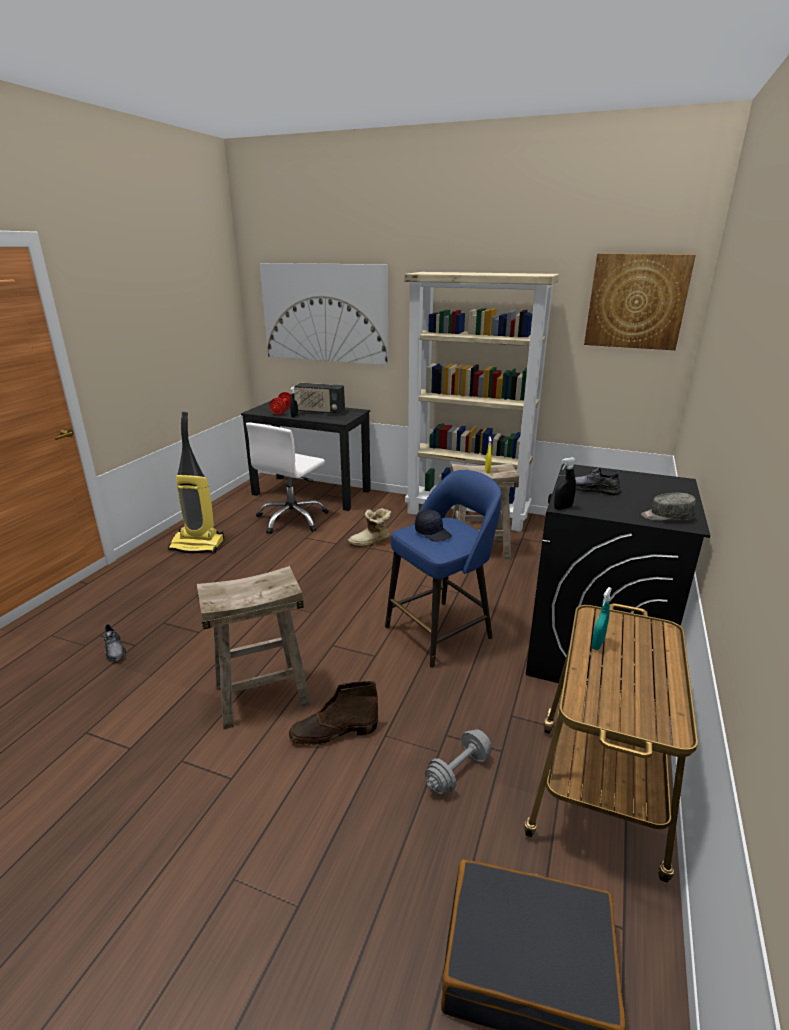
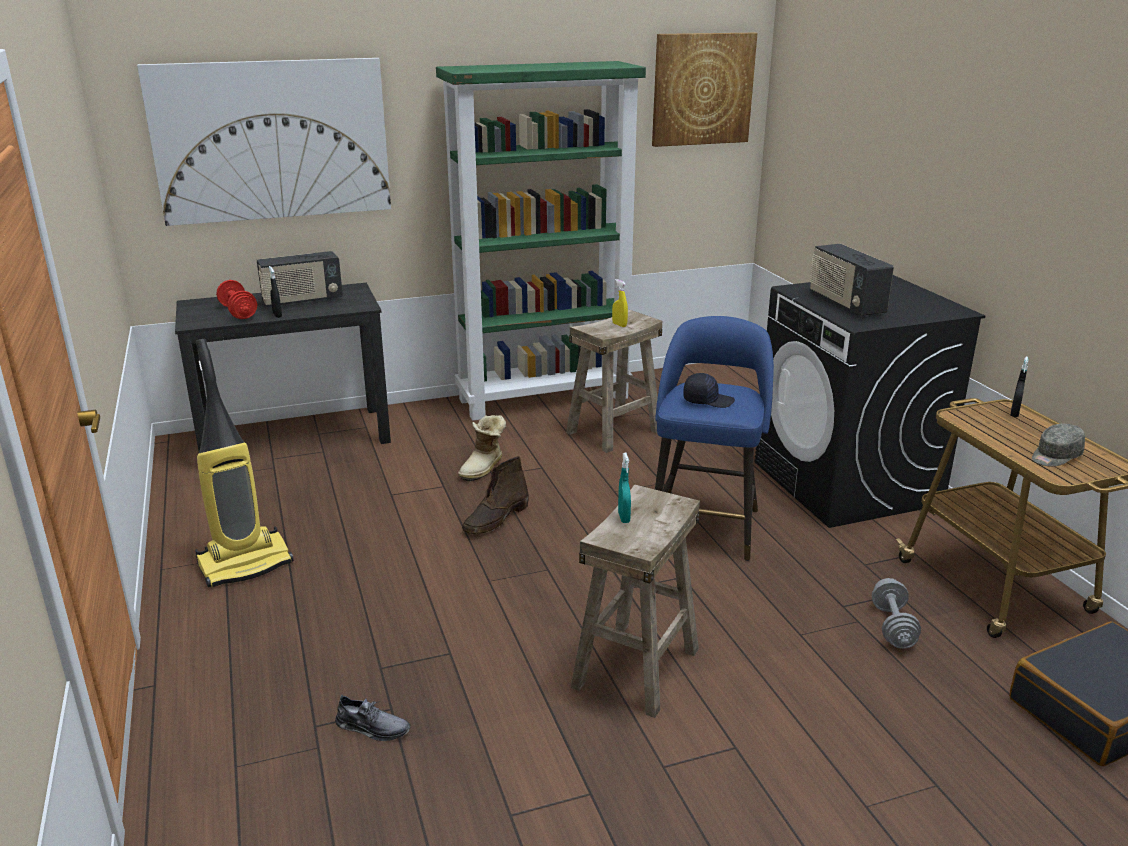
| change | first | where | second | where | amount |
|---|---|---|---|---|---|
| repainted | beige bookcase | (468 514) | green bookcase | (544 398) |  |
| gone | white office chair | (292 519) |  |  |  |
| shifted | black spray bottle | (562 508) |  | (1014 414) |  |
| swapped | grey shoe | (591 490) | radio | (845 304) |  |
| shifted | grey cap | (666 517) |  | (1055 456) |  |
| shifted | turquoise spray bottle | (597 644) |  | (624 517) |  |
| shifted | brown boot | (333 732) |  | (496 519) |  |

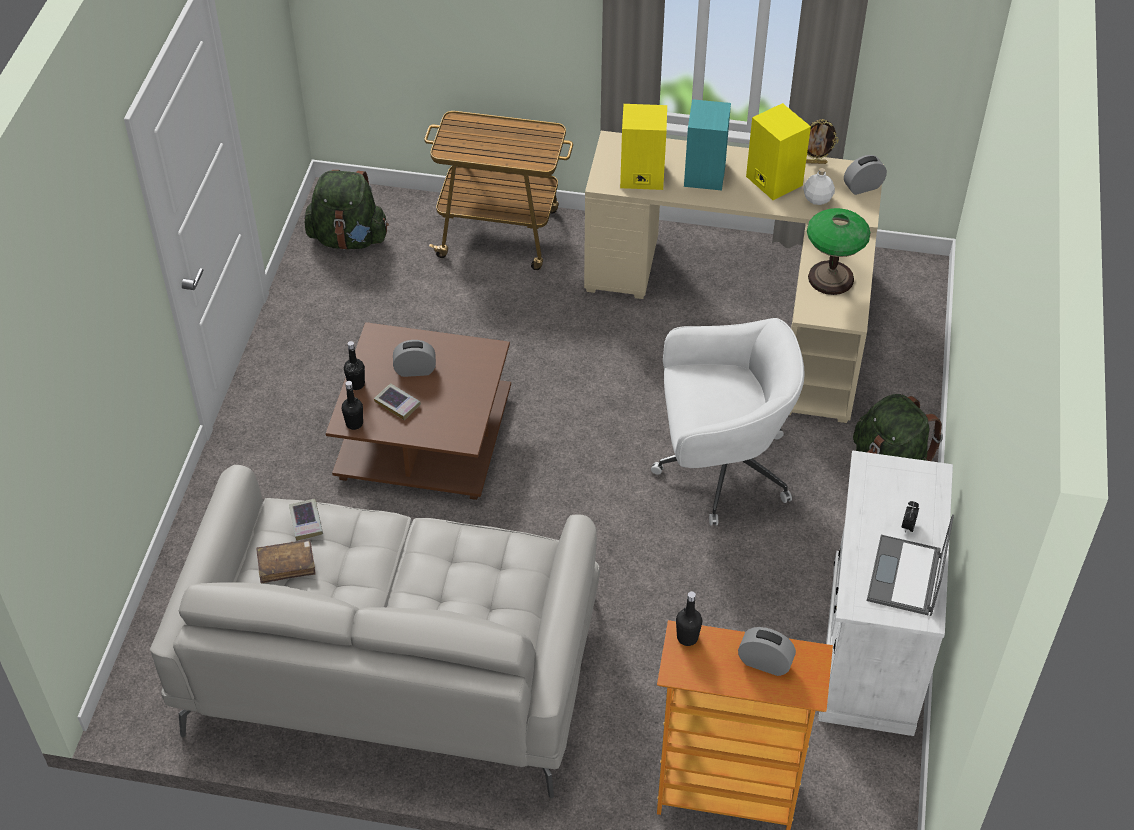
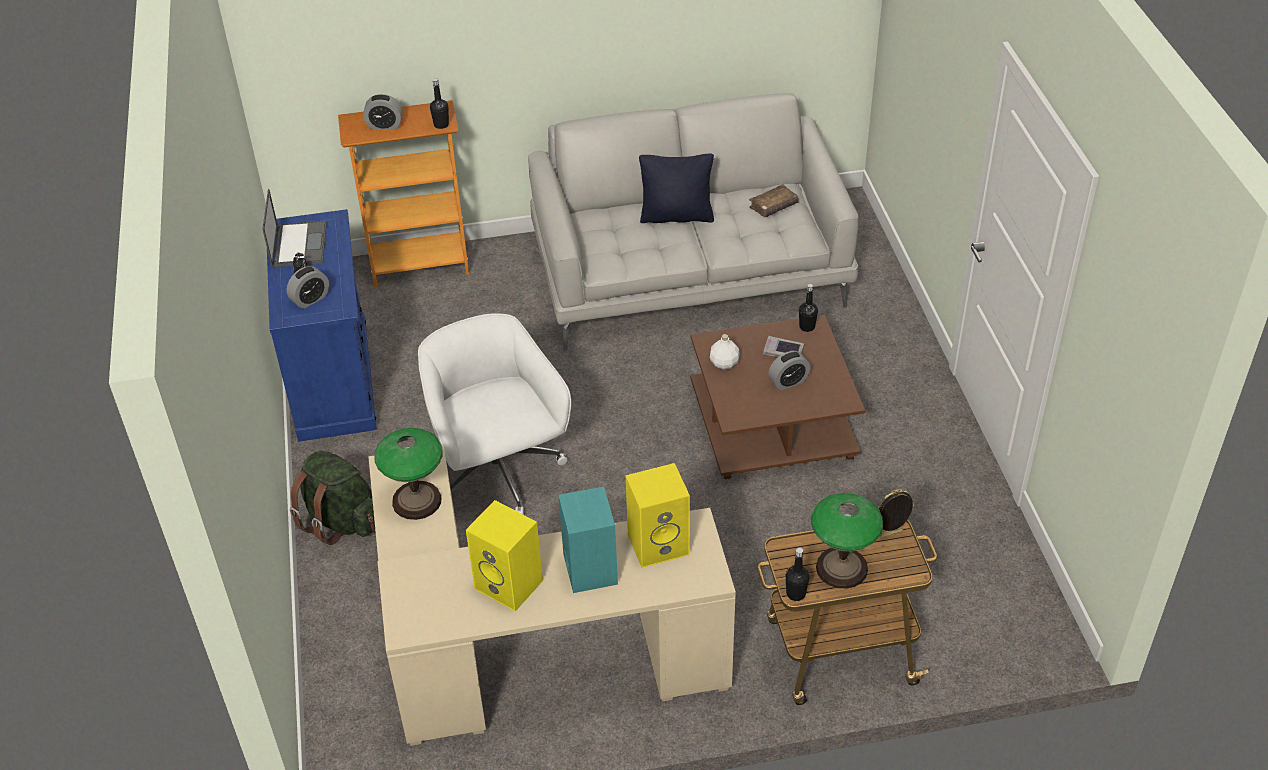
| change | first | where | second | where | amount |
|---|---|---|---|---|---|
| shifted | picture frame | (816 162) |  | (891 534) |  |
| shifted | alarm clock | (863 187) |  | (310 299) |  |
| shifted | white bottle | (818 199) |  | (723 363) |  |
| gone | green backpack | (349 238) |  |  |  |
| rotated | white office chair | (720 469) |  | (498 474) | 90 degrees clockwise |
| shifted | black bottle | (356 384) |  | (796 594) |  |
| repainted | white cabinet | (871 645) | blue cabinet | (334 379) |  |
| gone | book | (306 522) |  |  |  |
| new |  |  | black pillow | (676 216) |  |
| new |  |  | table lamp | (841 568) |  |

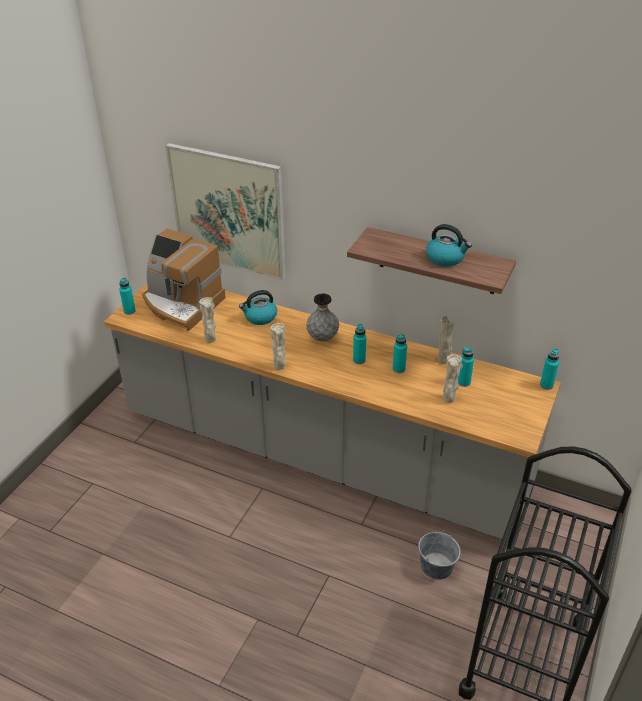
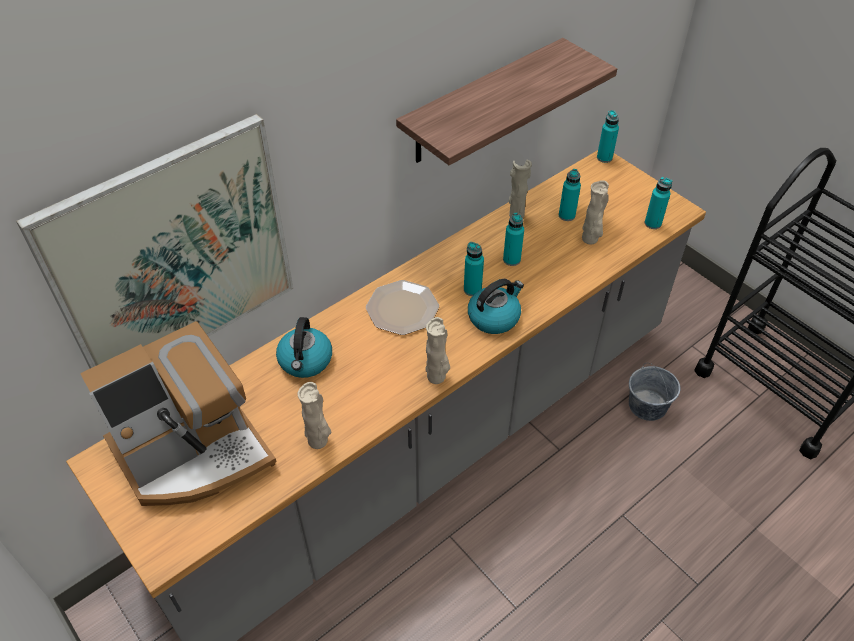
| change | first | where | second | where | amount |
|---|---|---|---|---|---|
| shifted | kettle | (446 258) |  | (494 317) |  |
| shifted | turquoise bottle | (129 311) |  | (653 223) |  |
| swapped | grey vase | (322 338) | plate | (403 309) |  |

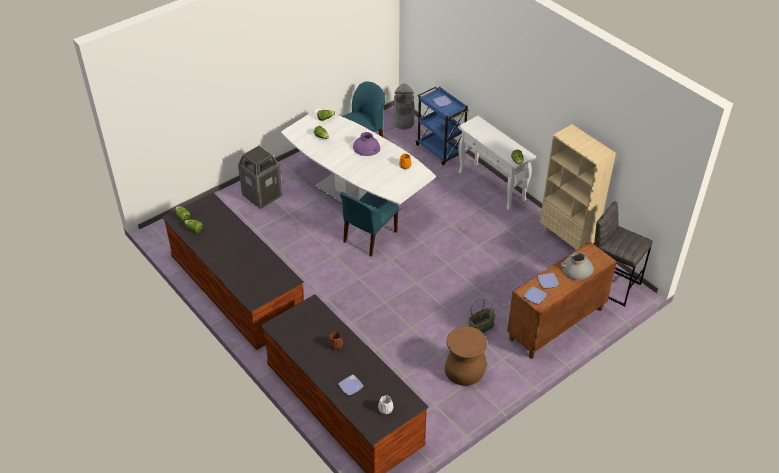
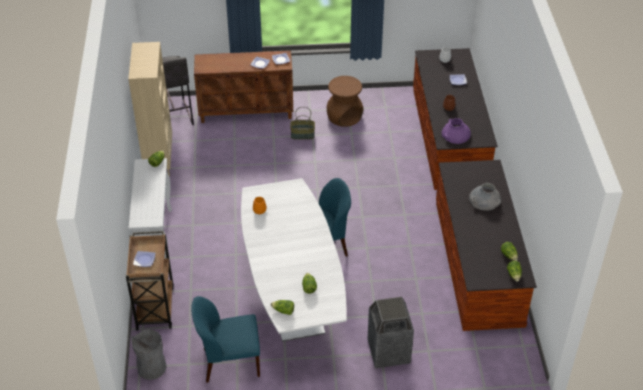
| change | first | where | second | where | amount |
|---|---|---|---|---|---|
| repainted | blue cart | (440 150) | brown cart | (155 307) |  |
| shifted | purple vase | (366 148) |  | (455 134) |  |
| shifted | grey vase | (576 269) |  | (485 200) |  |

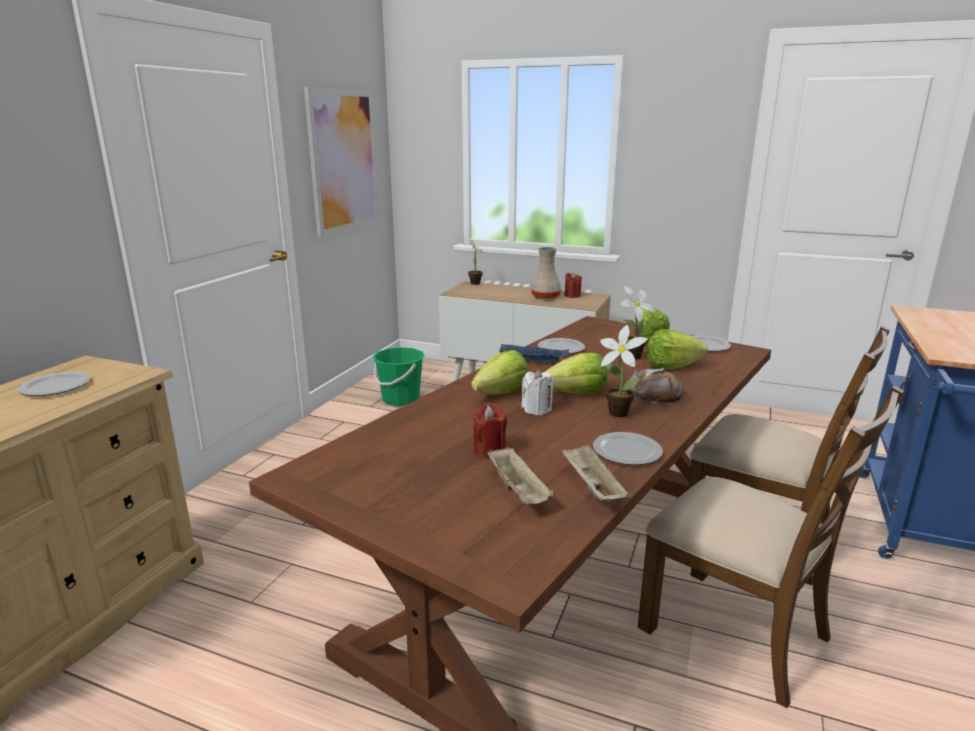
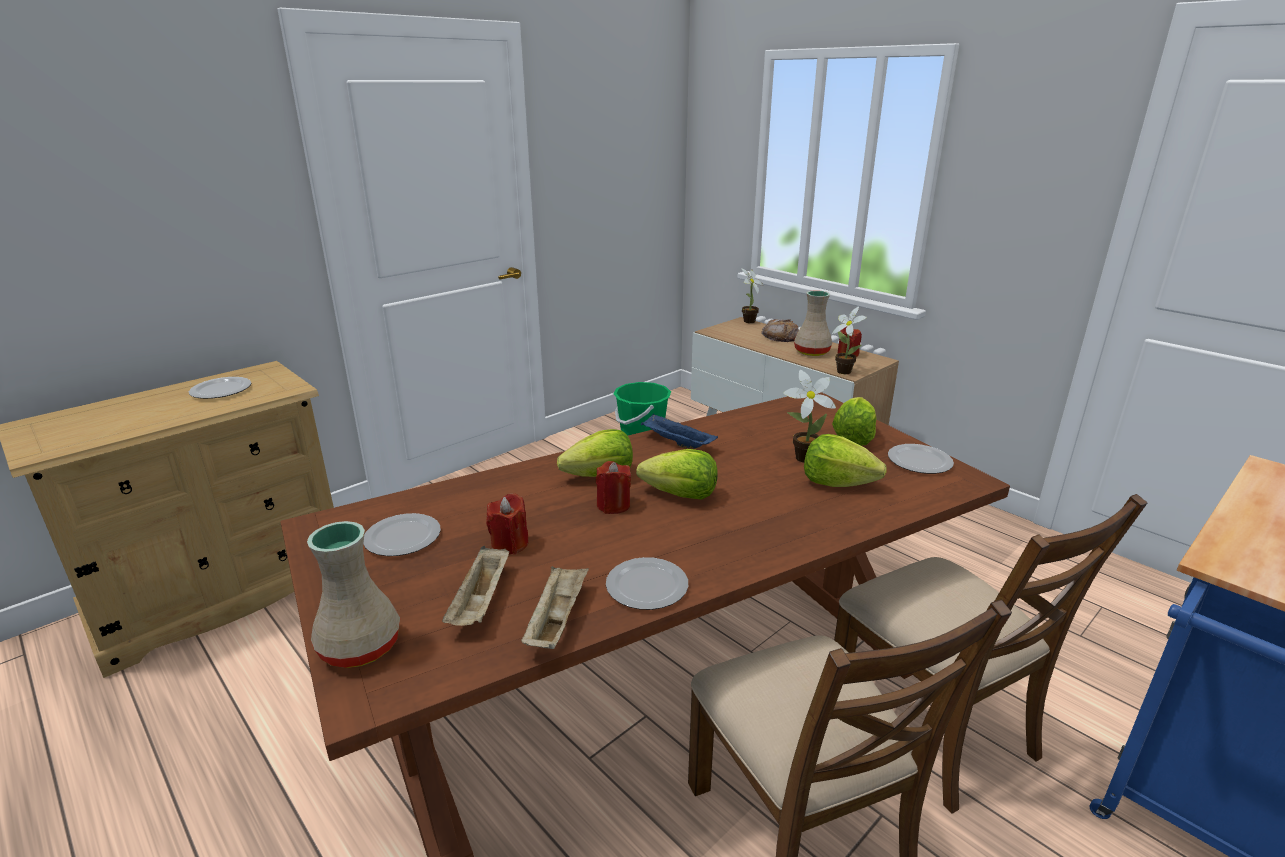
| change | first | where | second | where | amount |
|---|---|---|---|---|---|
| gone | picture | (343 161) |  |  |  |
| shifted | potted plant | (616 412) |  | (843 371) |  |
| shifted | plate | (562 348) |  | (403 538) |  |
| shifted | bread | (654 393) |  | (781 336) |  |
| repainted | white candle | (537 409) | red candle | (613 505) |  |
| new |  |  | beige vase | (362 647) |  |

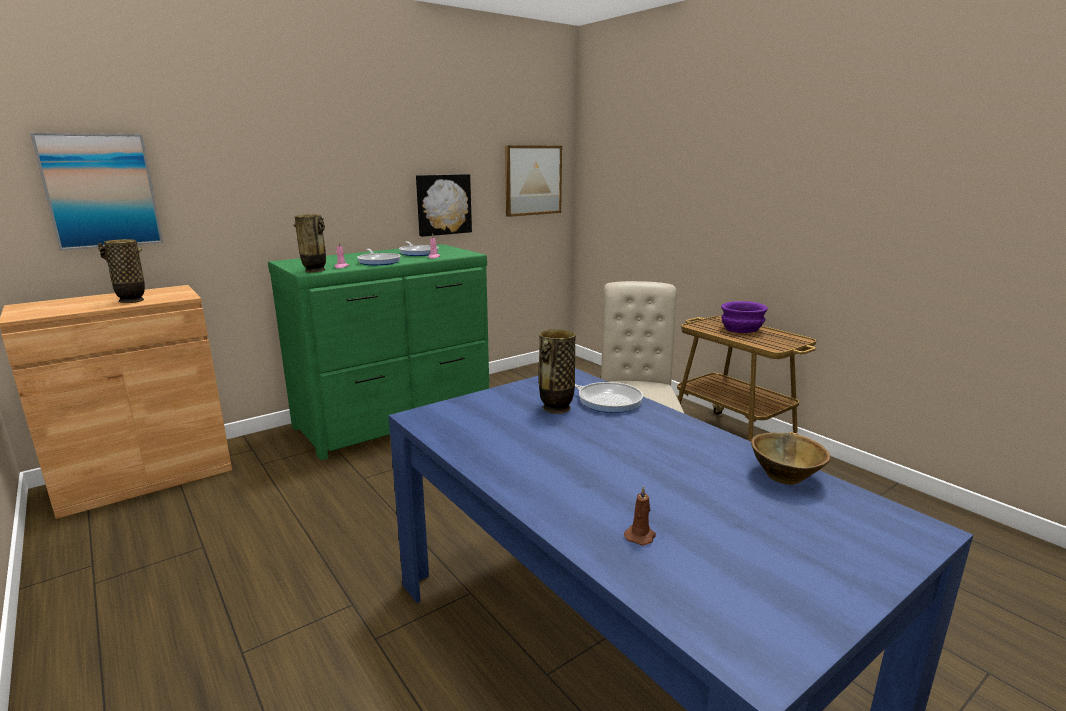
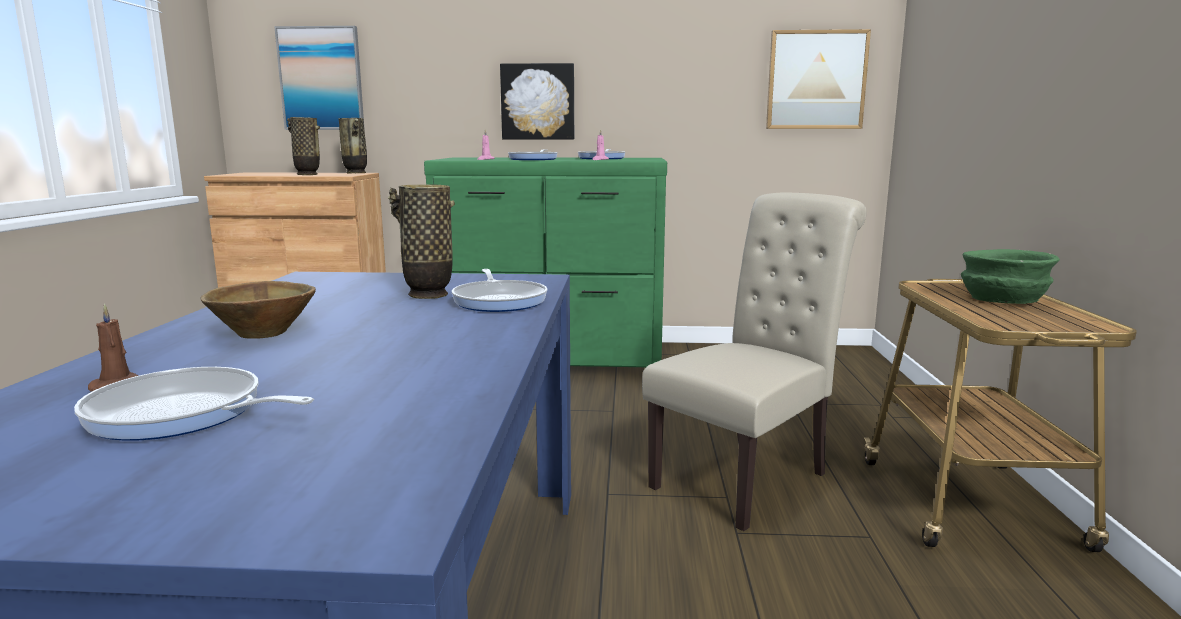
| change | first | where | second | where | amount |
|---|---|---|---|---|---|
| shifted | picture | (443 204) |  | (538 102) |  |
| shifted | vase | (315 271) |  | (355 173) |  |
| repainted | purple bowl | (741 330) | green bowl | (1002 300) |  |
| shifted | brown bowl | (785 477) |  | (263 334) |  |
| new |  |  | frying pan | (182 414) |  |

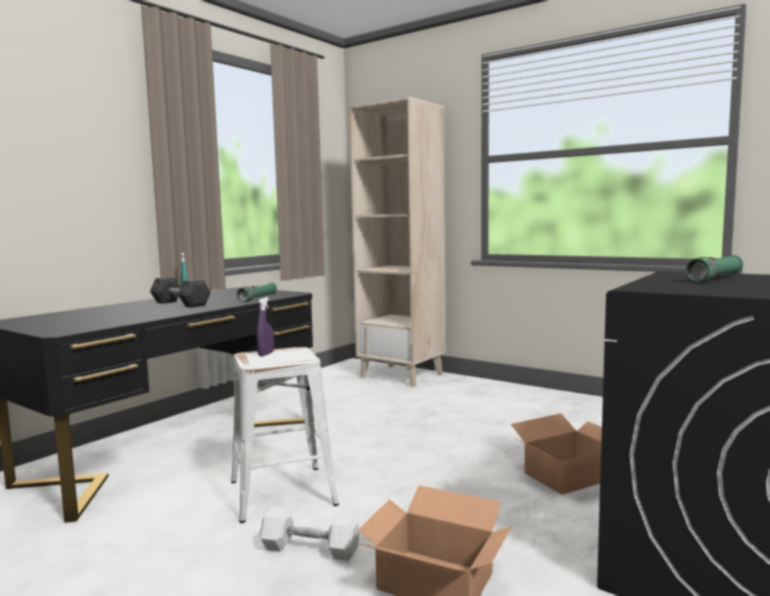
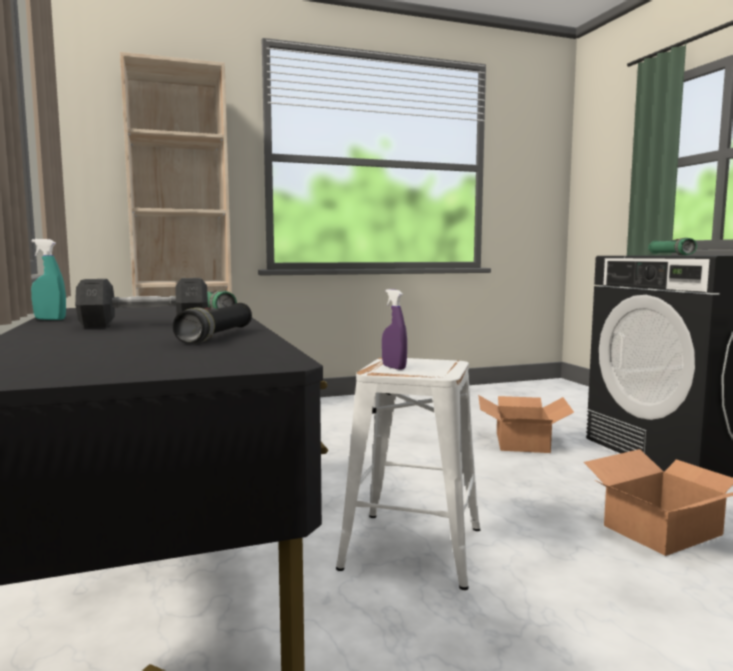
| change | first | where | second | where | amount |
|---|---|---|---|---|---|
| gone | white dumbbell | (310 549) |  |  |  |
| new |  |  | black flashlight | (217 336) |  |

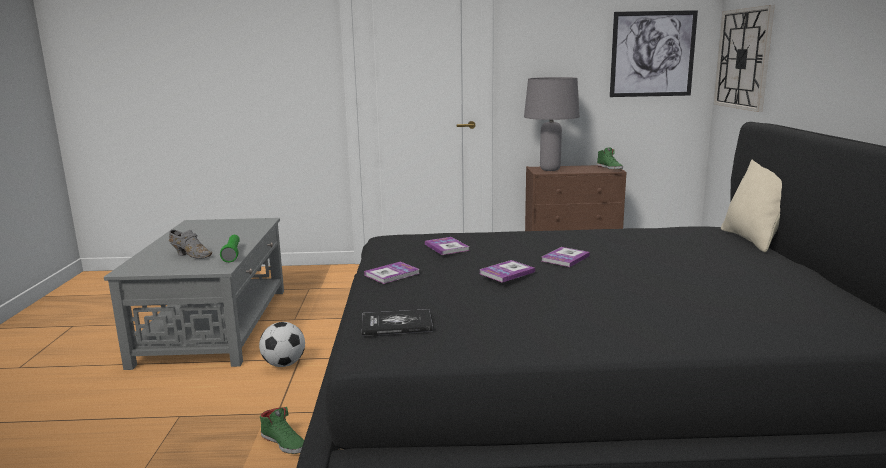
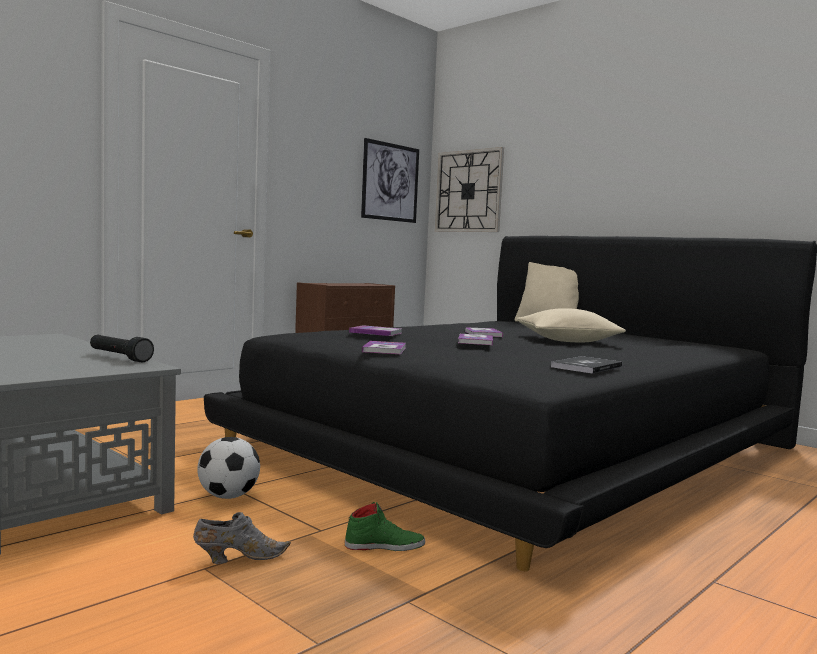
| change | first | where | second | where | amount |
|---|---|---|---|---|---|
| gone | grey table lamp | (550 170) |  |  |  |
| gone | green shoe | (610 167) |  |  |  |
| shifted | grey shoe | (190 255) |  | (238 558) |  |
| repainted | green flashlight | (232 254) | black flashlight | (119 357) |  |
| shifted | book | (396 324) |  | (586 367) |  |
| new |  |  | beige pillow | (567 340) |  |

